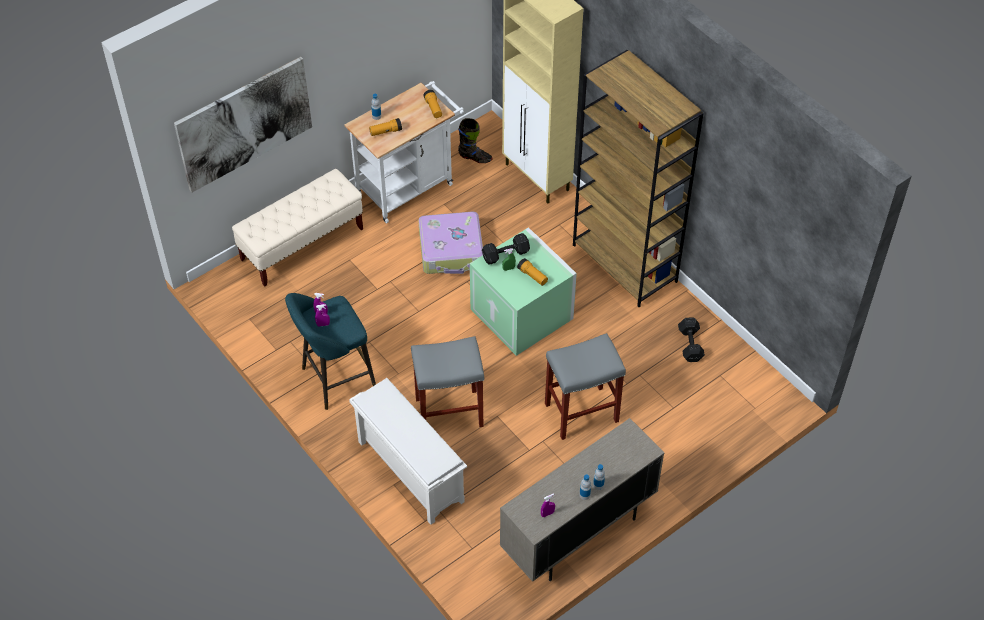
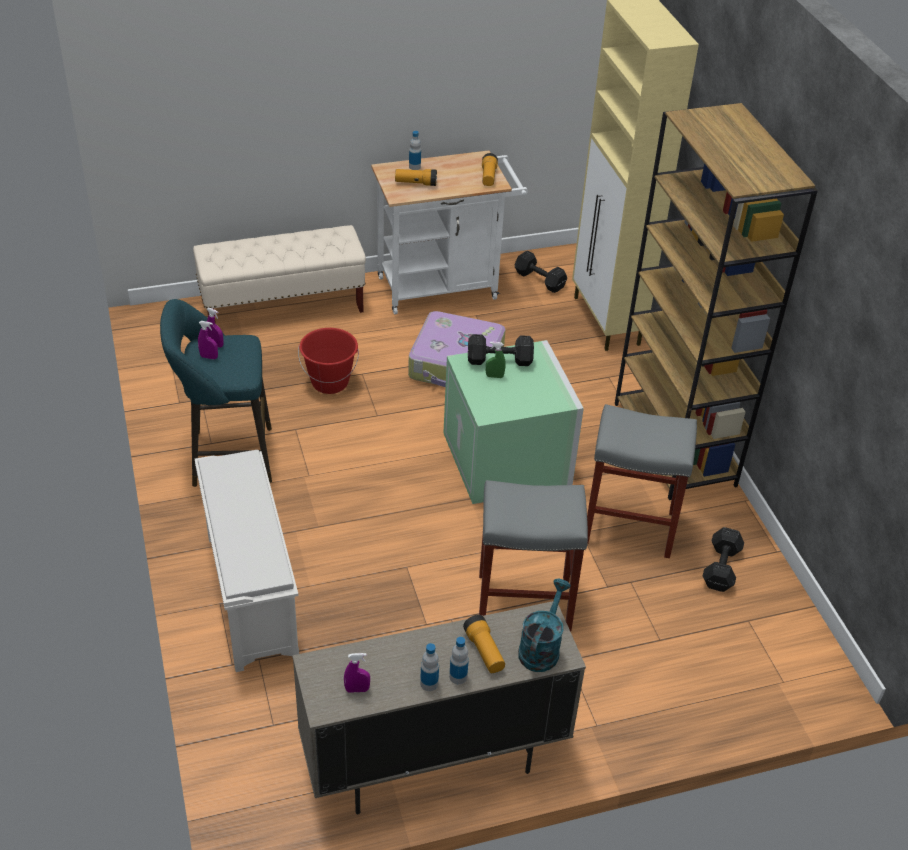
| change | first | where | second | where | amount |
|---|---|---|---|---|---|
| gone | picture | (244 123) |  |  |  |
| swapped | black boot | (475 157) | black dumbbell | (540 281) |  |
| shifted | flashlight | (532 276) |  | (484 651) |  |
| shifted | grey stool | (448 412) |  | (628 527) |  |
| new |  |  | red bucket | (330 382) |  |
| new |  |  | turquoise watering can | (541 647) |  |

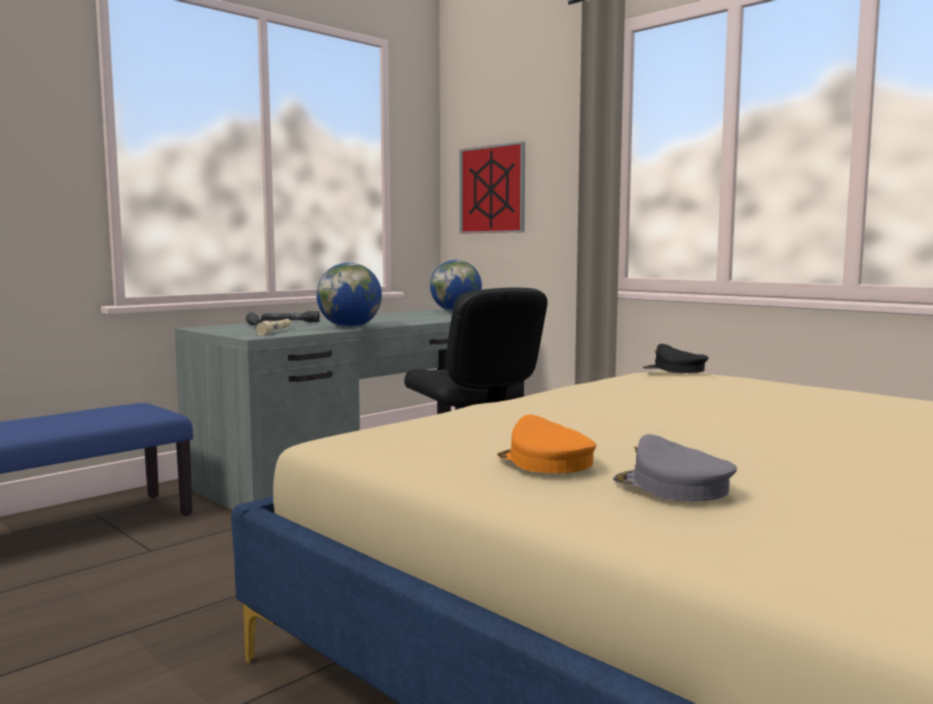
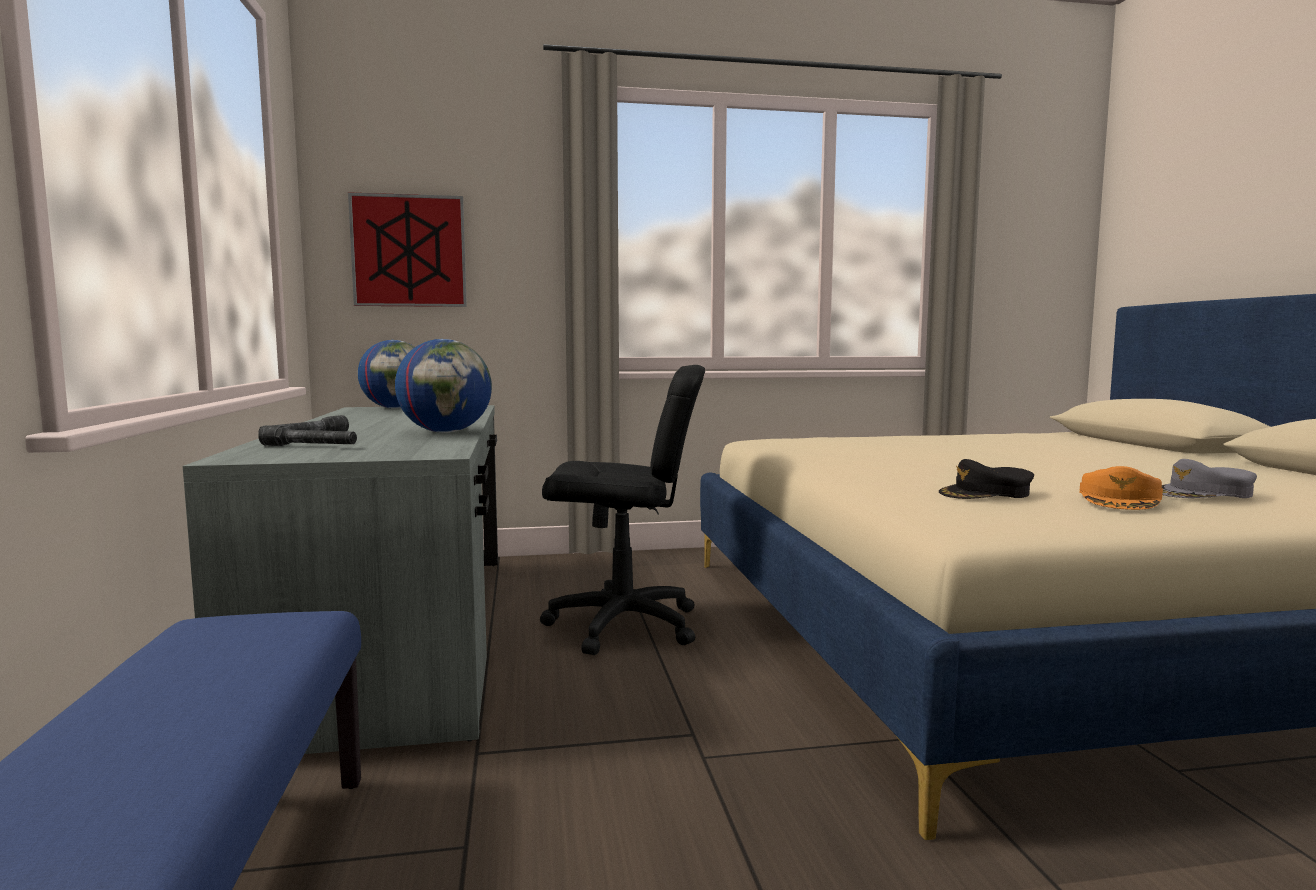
| change | first | where | second | where | amount |
|---|---|---|---|---|---|
| gone | beige flashlight | (275 332) |  |  |  |
| shifted | black cap | (674 370) |  | (986 494) |  |
| rotated | orange cap | (545 461) |  | (1120 500) | 60 degrees counterclockwise |

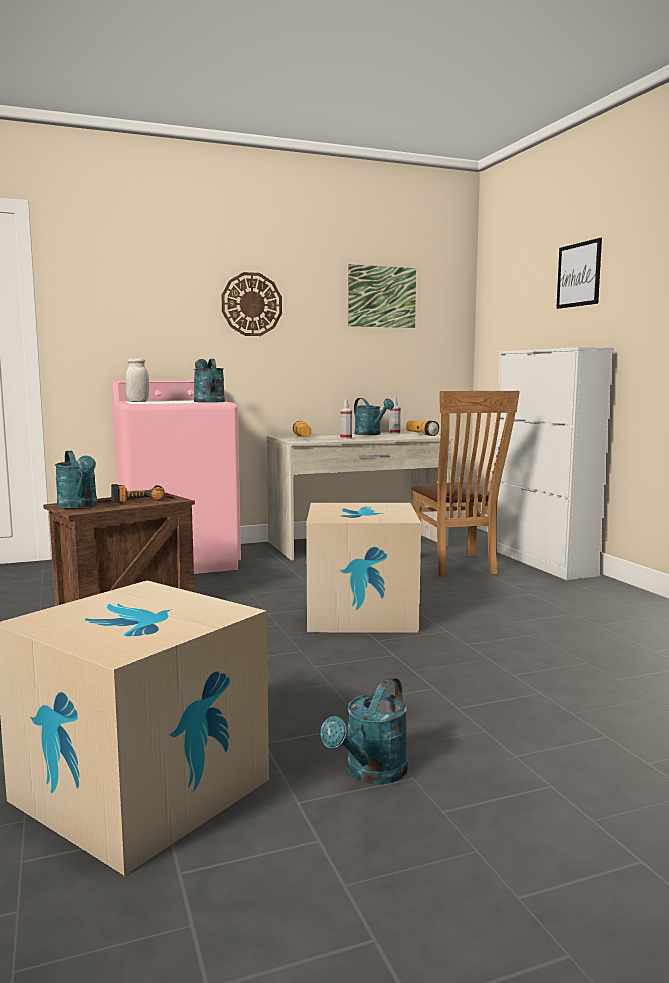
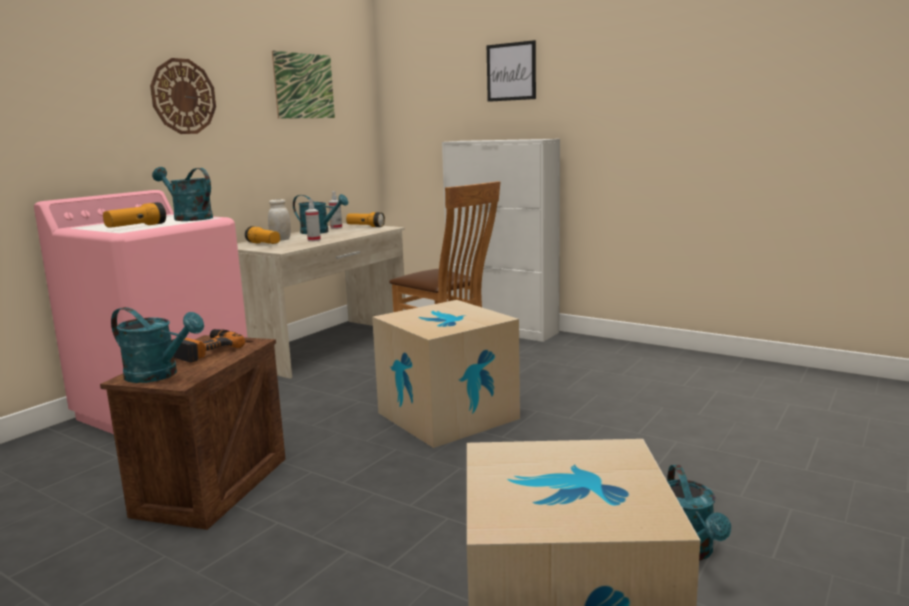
| change | first | where | second | where | amount |
|---|---|---|---|---|---|
| shifted | white jar | (138 401) |  | (281 240) |  |
| new |  |  | flashlight | (136 227) |  |

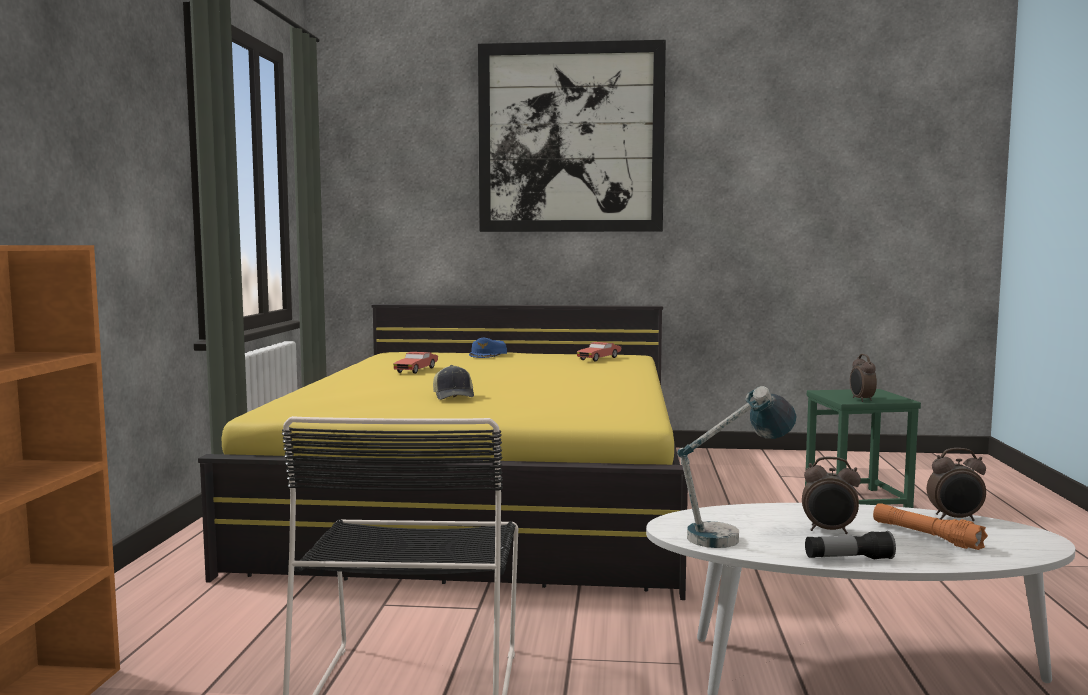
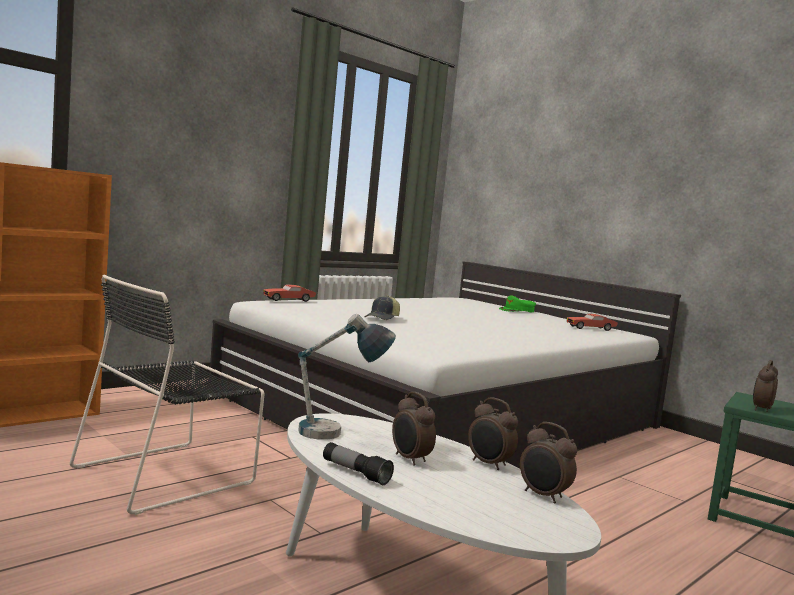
| change | first | where | second | where | amount |
|---|---|---|---|---|---|
| gone | picture | (570 138) |  |  |  |
| repainted | yellow bed | (489 498) | white bed | (444 412) |  |
| repainted | blue cap | (488 354) | green cap | (517 310) |  |
| shifted | red toy car | (416 370) |  | (289 300) |  |
| gone | orange flashlight | (926 536) |  |  |  |
| new |  |  | alarm clock | (489 464) |  |

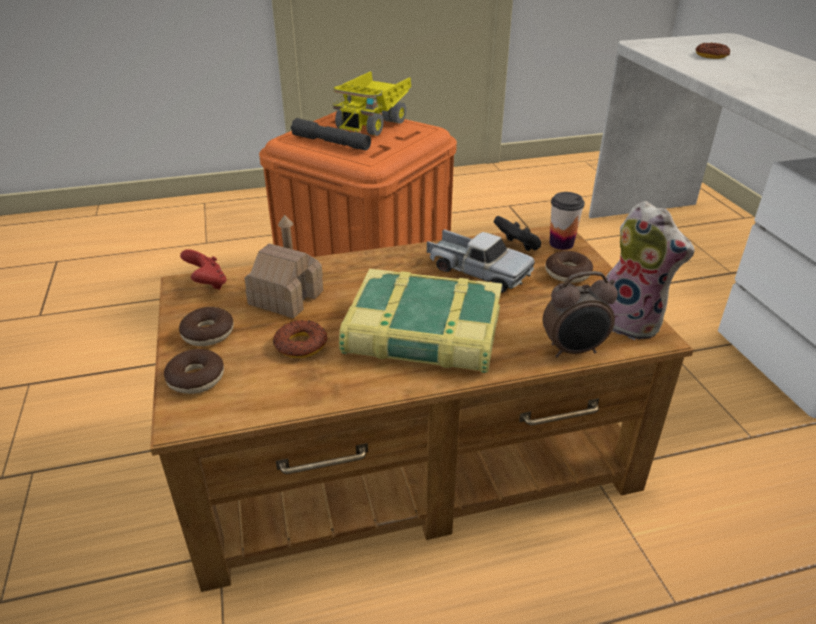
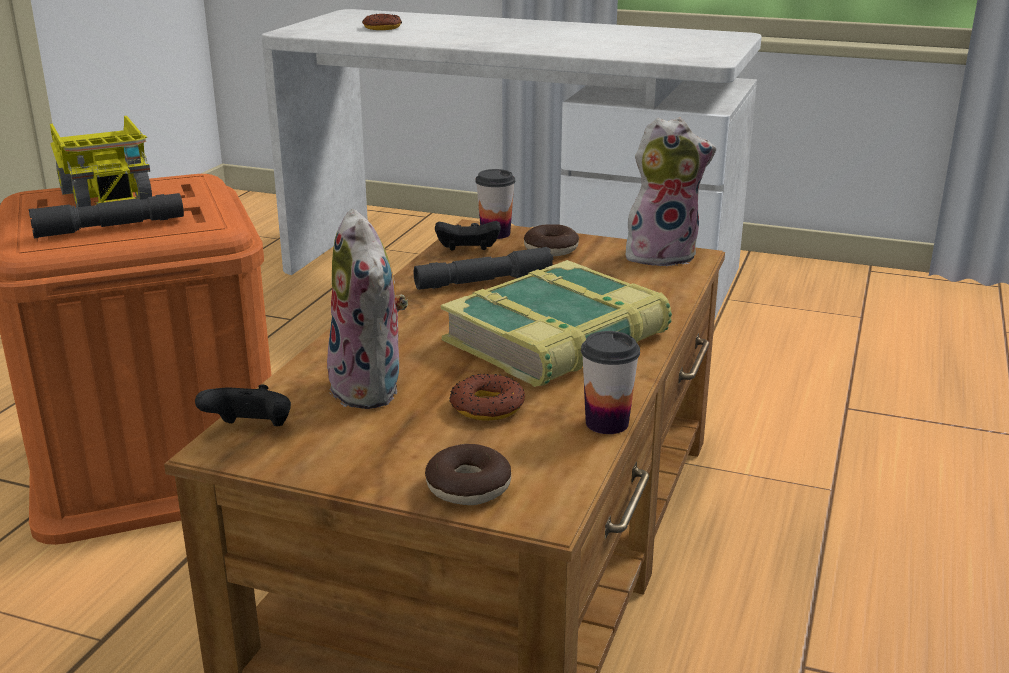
| change | first | where | second | where | amount |
|---|---|---|---|---|---|
| swapped | toy house | (286 297) | plush toy | (372 389) |  |
| swapped | toy truck | (477 271) | grey flashlight | (484 282) |  |
| repainted | red game controller | (207 284) | black game controller | (251 431) |  |
| gone | alarm clock | (574 351) |  |  |  |
| gone | donut | (208 333) |  |  |  |
| new |  |  | cup | (607 423) |  |

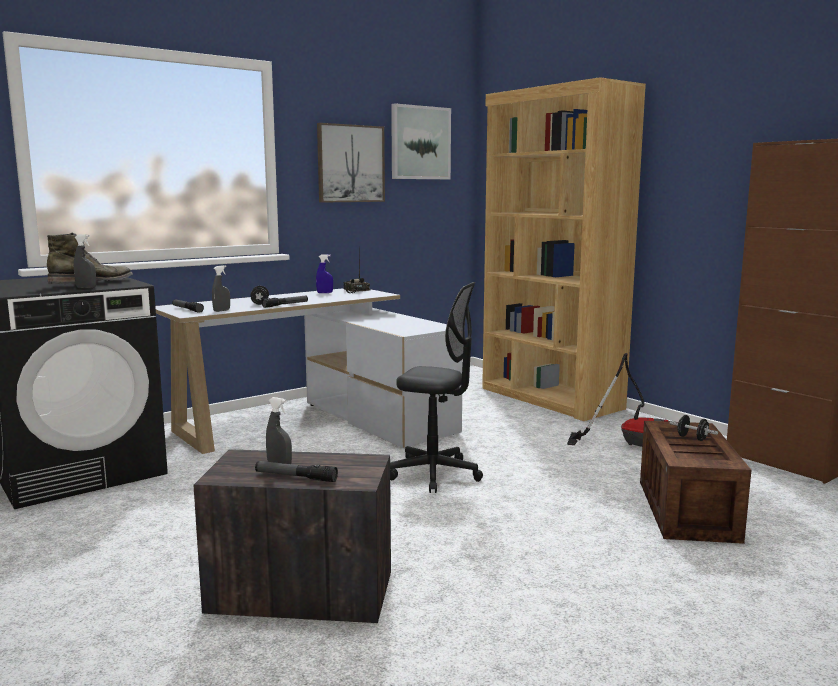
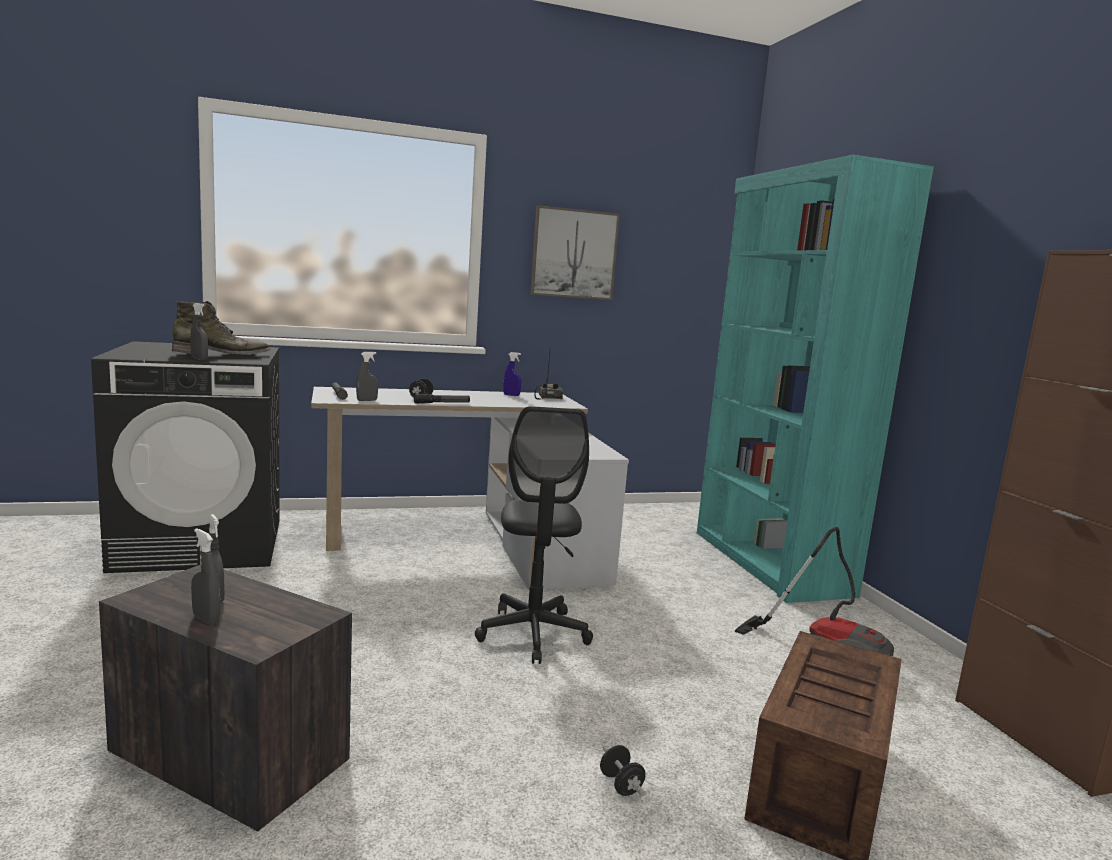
| change | first | where | second | where | amount |
|---|---|---|---|---|---|
| repainted | brown bookcase | (550 398) | turquoise bookcase | (769 562) |  |
| gone | picture | (420 143) |  |  |  |
| rotated | black office chair | (435 474) |  | (533 634) | 45 degrees clockwise |
| shifted | black dumbbell | (692 438) |  | (621 785) |  |
| swapped | flashlight | (295 477) | grey spray bottle | (206 618) |  |

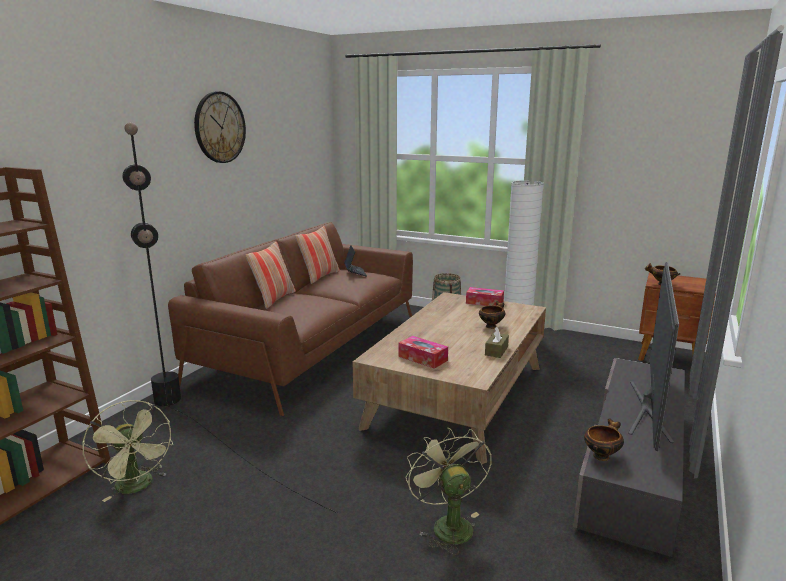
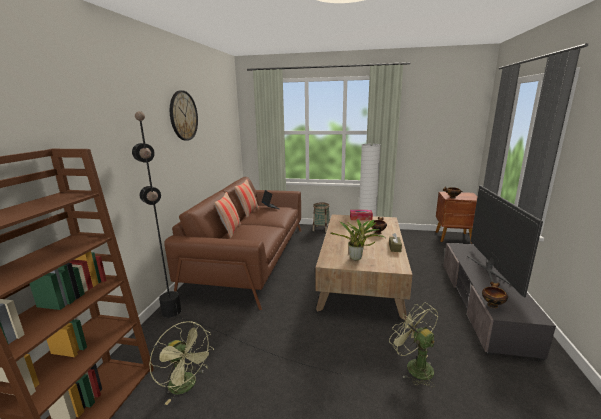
| change | first | where | second | where | amount |
|---|---|---|---|---|---|
| swapped | tissue box | (422 358) | potted plant | (357 259) |  |

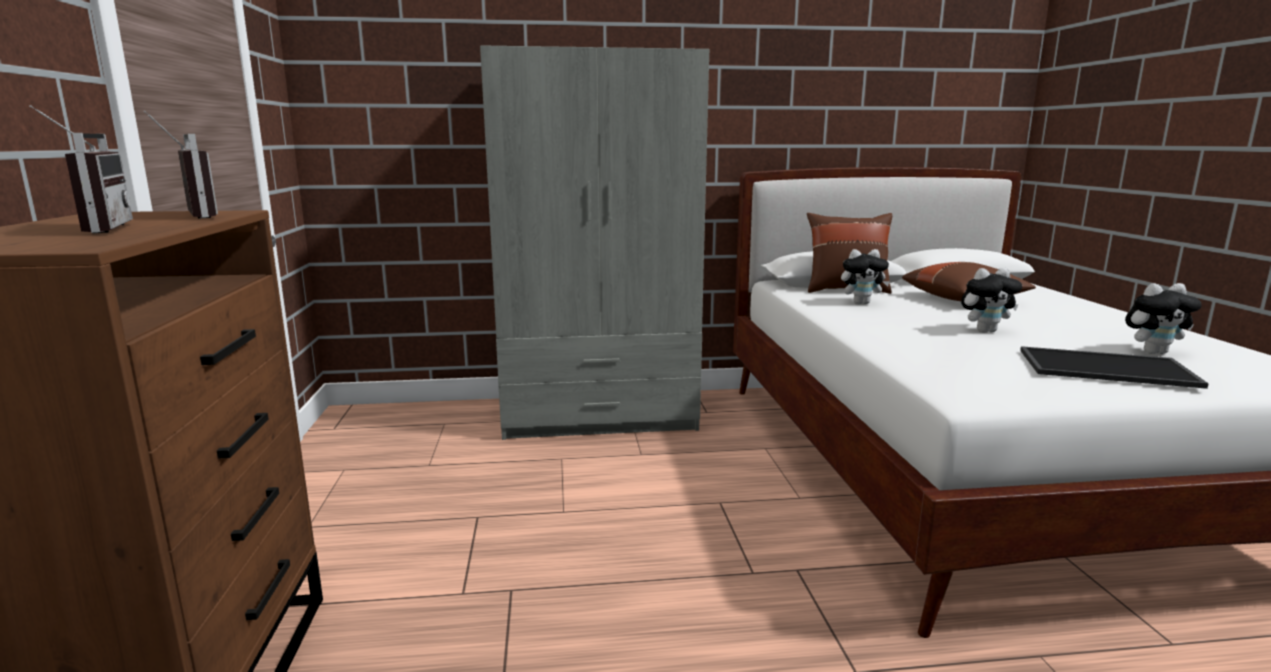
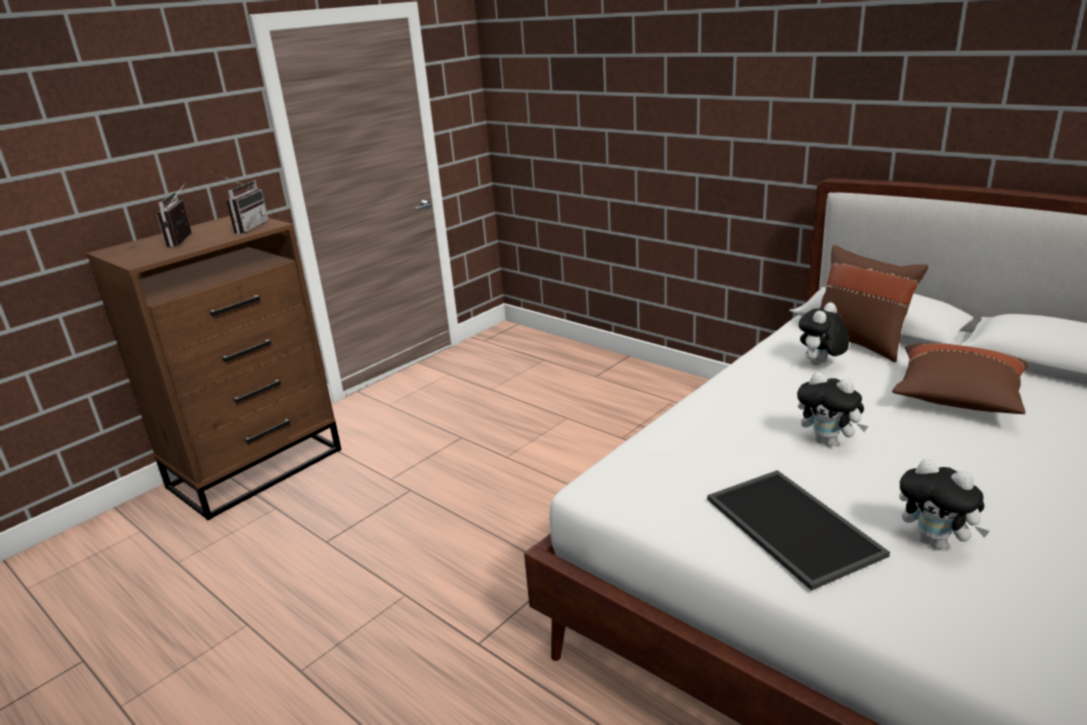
| change | first | where | second | where | amount |
|---|---|---|---|---|---|
| gone | grey wardrobe | (599 415) |  |  |  |
| rotated | radio | (94 229) |  | (185 240) | 150 degrees clockwise |
| rotated | plush toy | (861 303) |  | (820 365) | 90 degrees clockwise |

